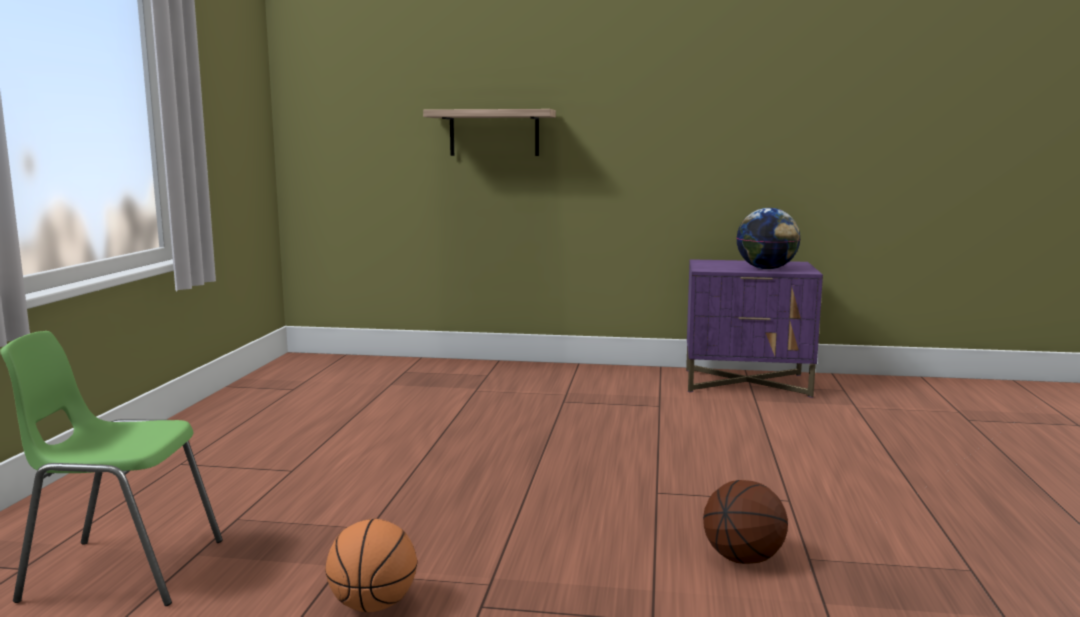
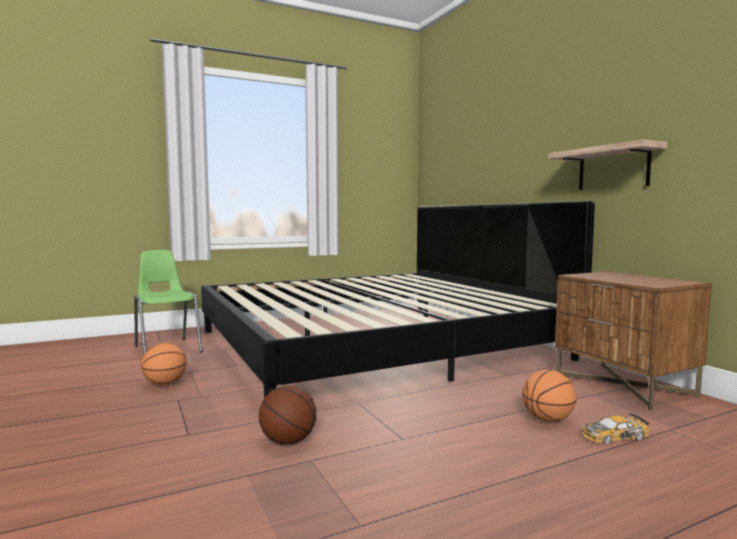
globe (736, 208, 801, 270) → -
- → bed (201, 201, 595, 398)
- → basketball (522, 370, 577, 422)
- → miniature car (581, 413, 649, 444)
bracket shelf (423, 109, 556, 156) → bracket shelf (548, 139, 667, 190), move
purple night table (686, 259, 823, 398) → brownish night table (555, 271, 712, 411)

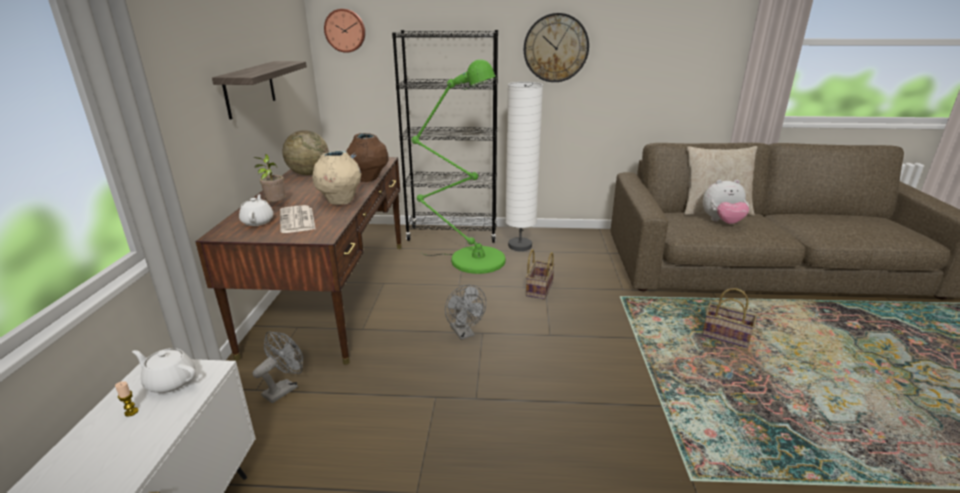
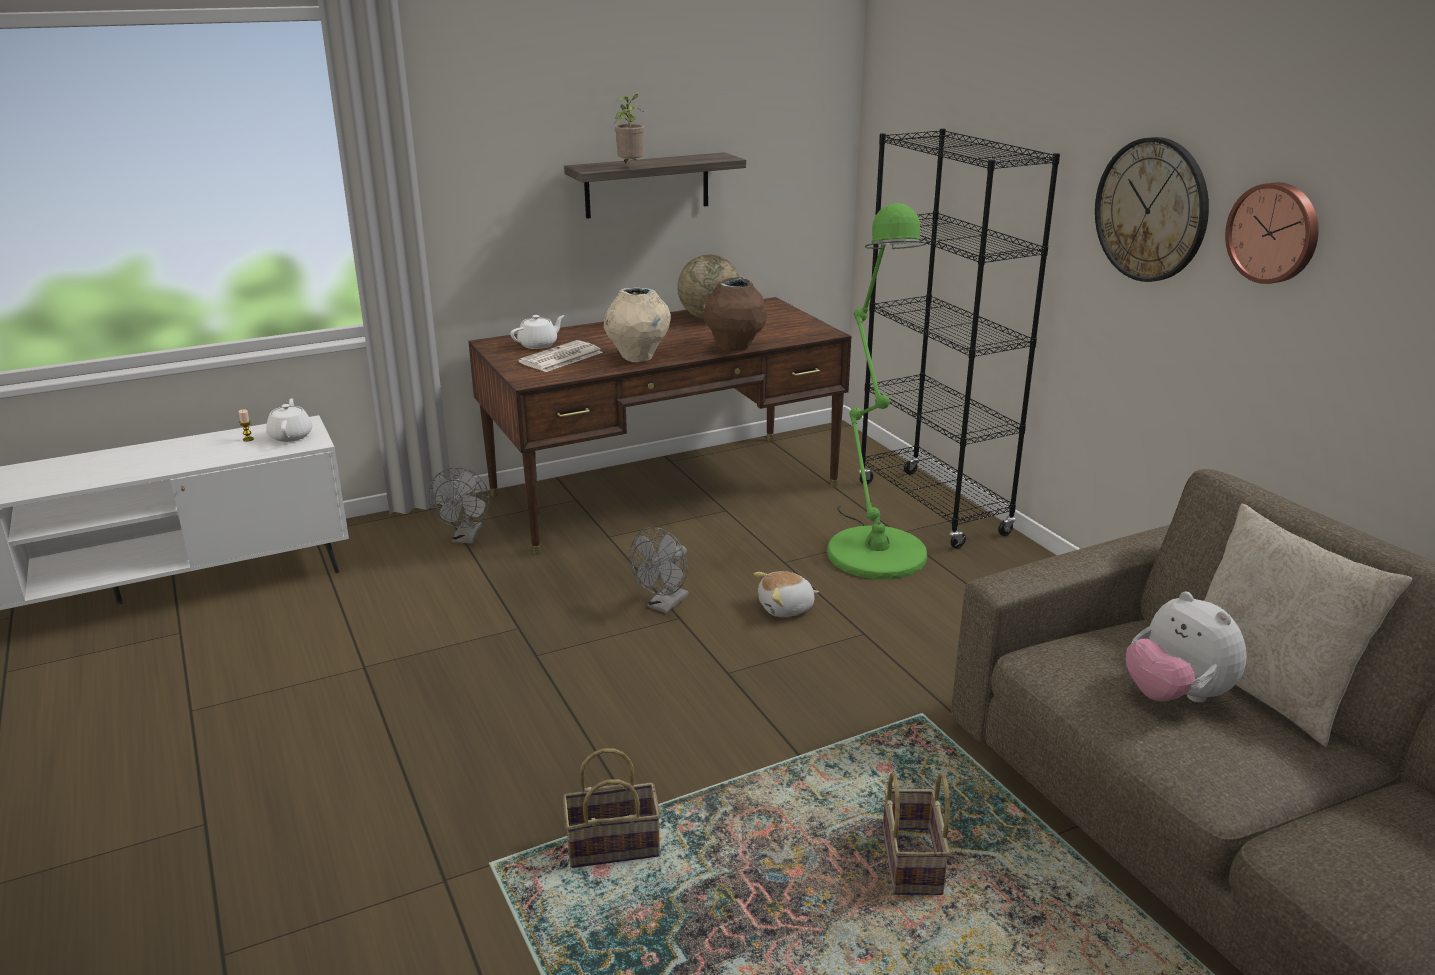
whitish floor lamp (505, 82, 543, 251) → -
- → soft toy (754, 571, 819, 617)
potted plant (253, 154, 285, 202) → potted plant (614, 94, 645, 163), move
wall clock (324, 9, 365, 53) → wall clock (1225, 182, 1319, 284), move
household basket (526, 249, 555, 299) → household basket (563, 748, 660, 868), move
gray cooling fan (252, 331, 303, 403) → gray cooling fan (428, 467, 490, 543), 90 degrees clockwise

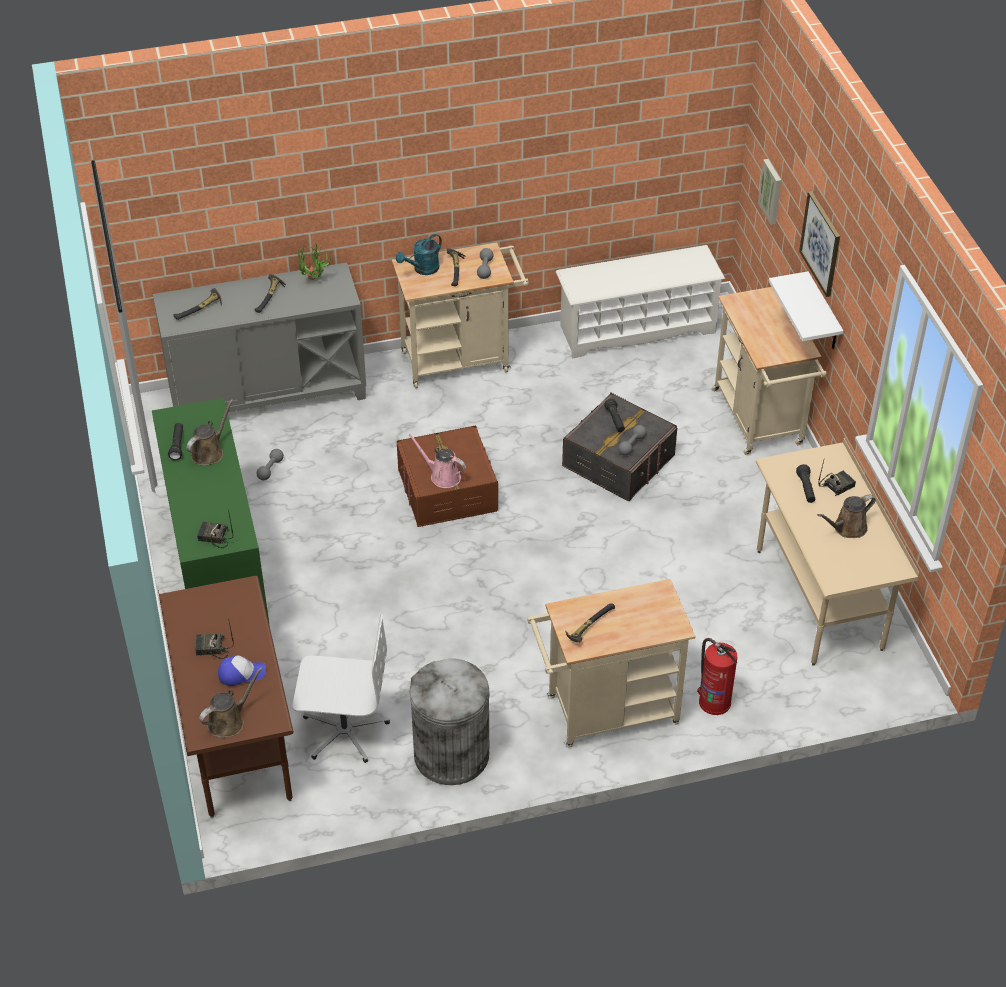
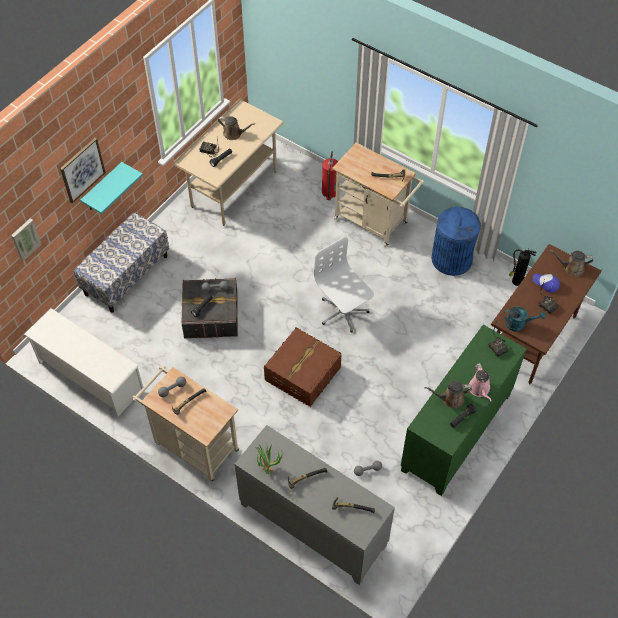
- → fire extinguisher (509, 249, 536, 286)
whitish office chair (293, 614, 390, 763) → whitish office chair (314, 237, 374, 333), move
turquoise sprinkling can (396, 234, 442, 275) → turquoise sprinkling can (504, 306, 546, 332), move
pink sprinkling can (408, 434, 466, 488) → pink sprinkling can (469, 363, 492, 401), move
beige wheeled cart (712, 287, 827, 455) → indoor bench (74, 212, 170, 313)
gray trash can (409, 659, 489, 785) → blue trash can (432, 207, 481, 276)
whitish bracket shelf (769, 271, 843, 349) → turquoise bracket shelf (80, 162, 143, 214)

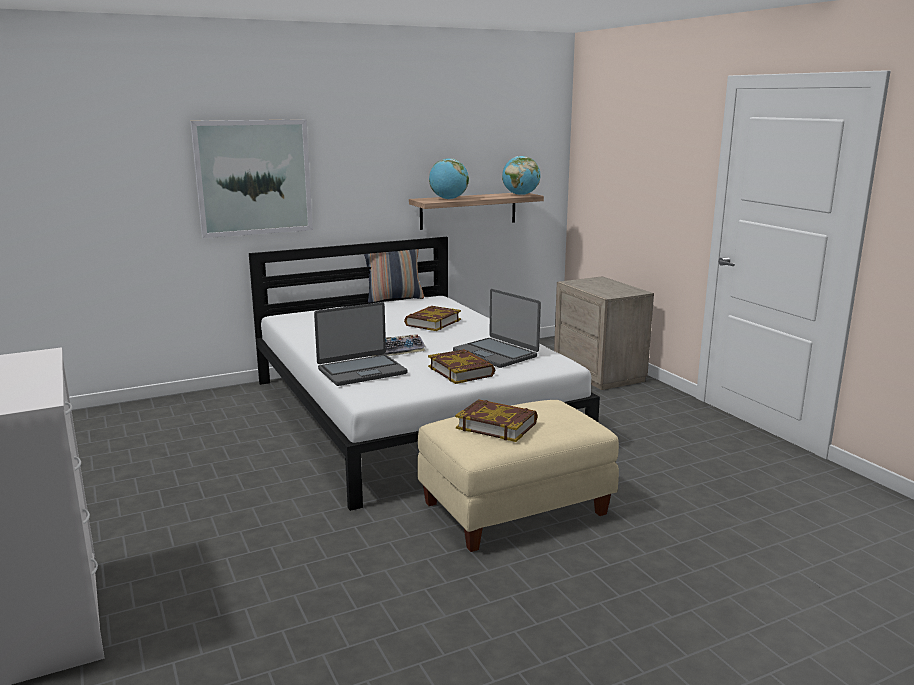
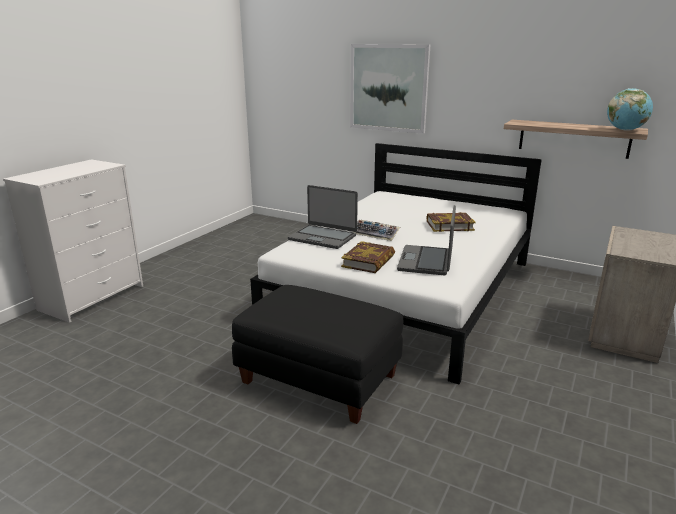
cushion (364, 249, 424, 303) → -
globe (429, 158, 469, 199) → -
bound book (455, 399, 537, 442) → -
beige ottoman (417, 400, 619, 552) → black ottoman (232, 285, 403, 424)

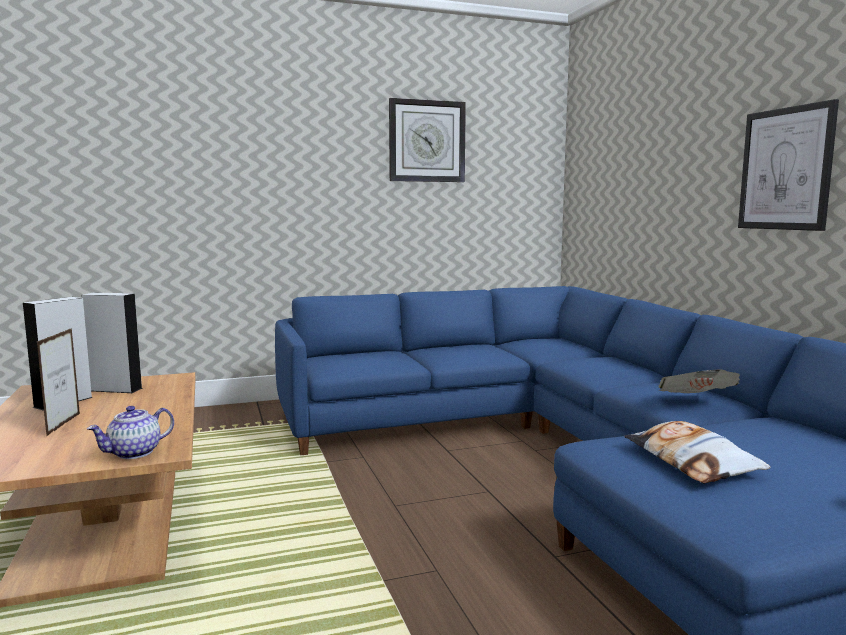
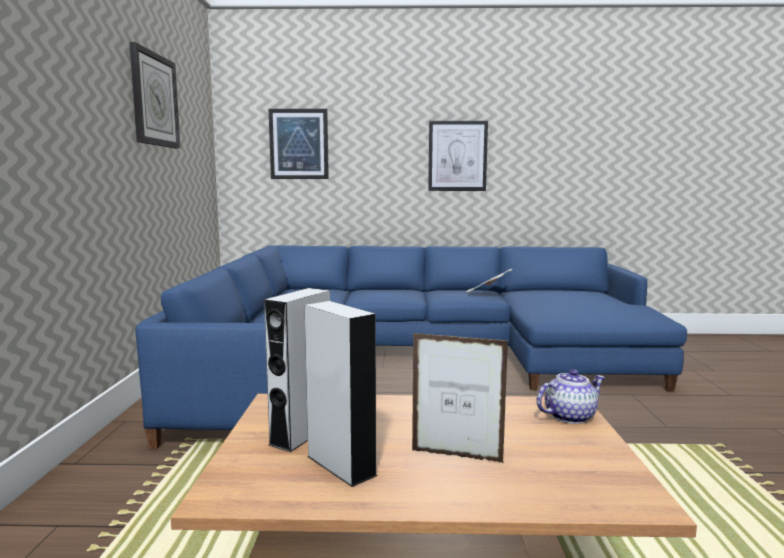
cushion (624, 421, 770, 483) → -
- → wall art (269, 109, 329, 179)
tea pot (87, 406, 174, 459) → tea pot (537, 369, 605, 424), 90 degrees counterclockwise

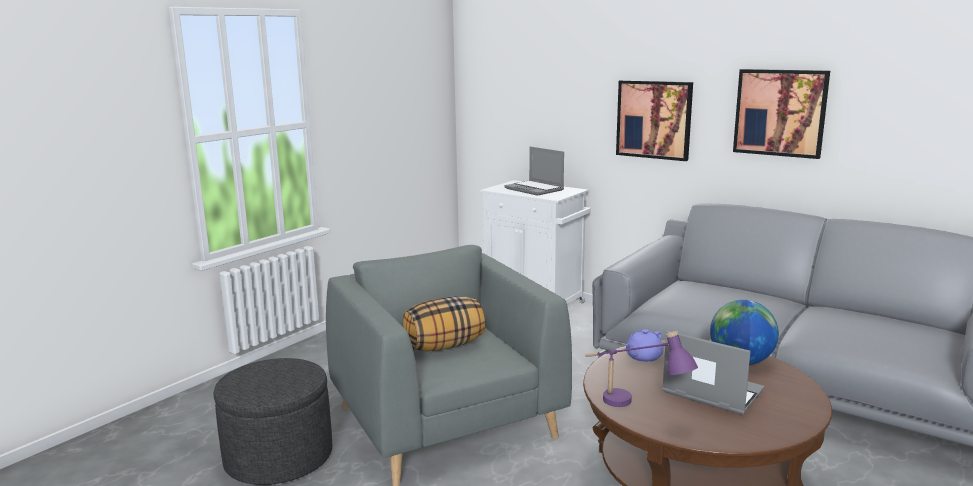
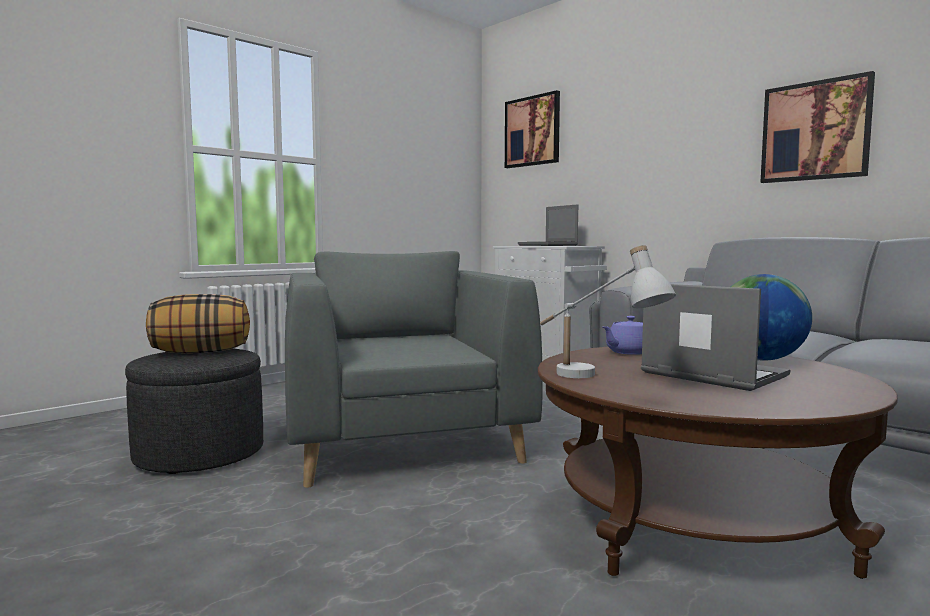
cushion (403, 296, 485, 351) → cushion (146, 294, 250, 353), move
wall art (616, 80, 693, 161) → wall art (505, 90, 560, 168), move
purple lamp for a table (585, 331, 698, 407) → whitish lamp for a table (540, 245, 676, 378)

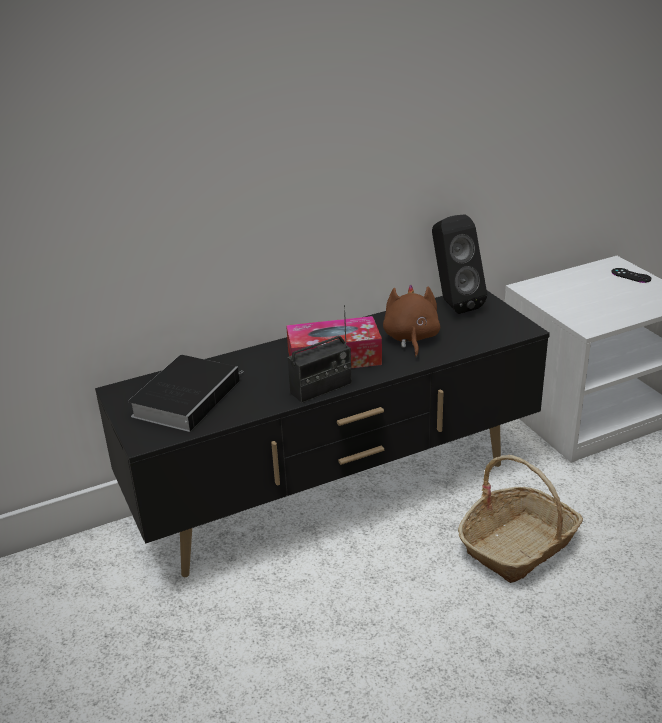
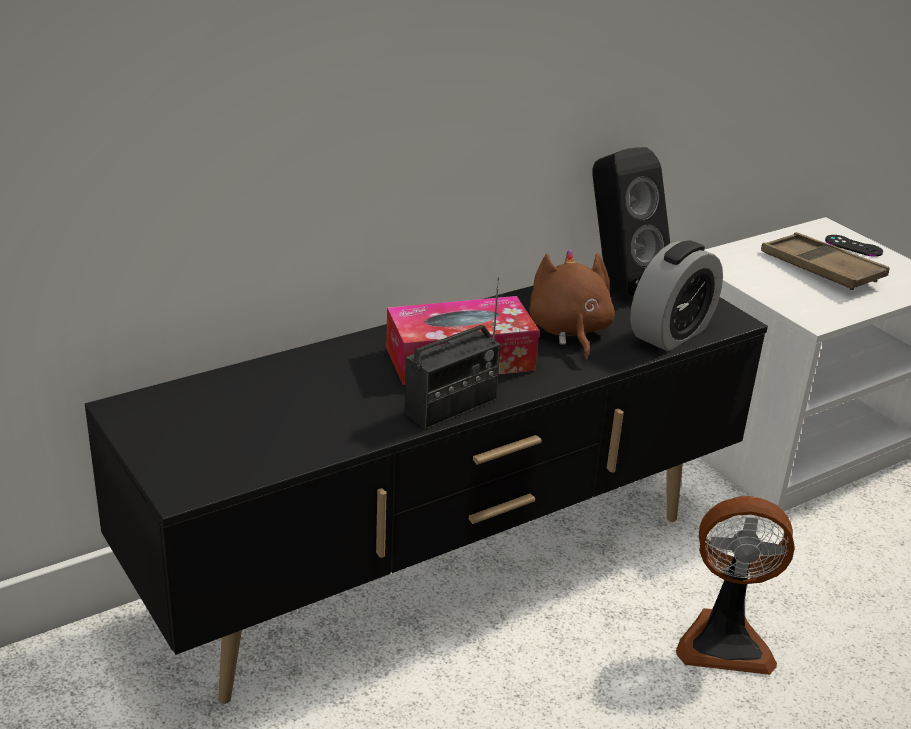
bound book (128, 355, 244, 432) → -
- → alarm clock (630, 240, 723, 351)
- → brownish serving tray (761, 232, 890, 290)
household basket (458, 455, 583, 583) → cooling fan (676, 496, 795, 675)

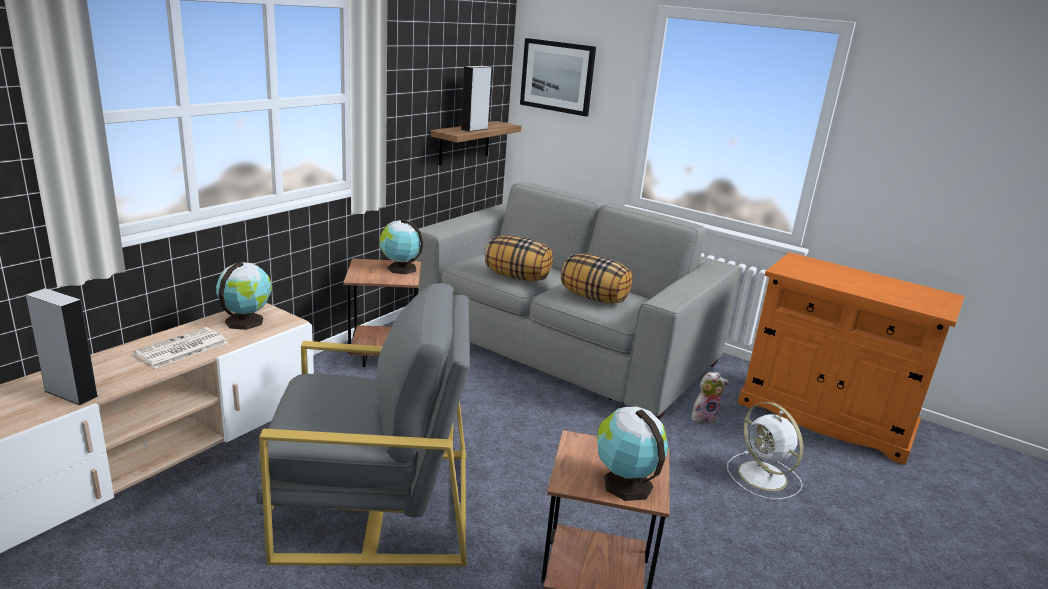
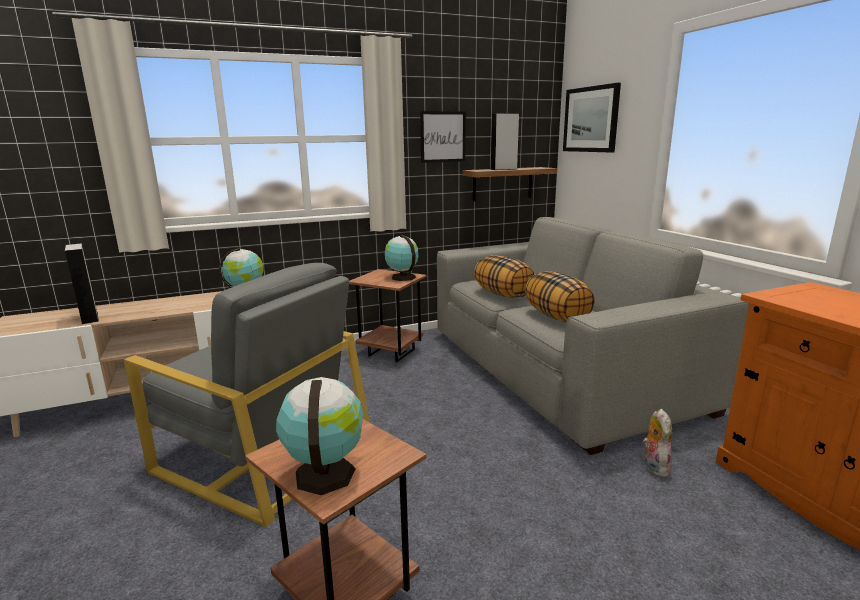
newspaper (133, 327, 228, 369) → -
whitish cooling fan (727, 402, 803, 499) → -
- → wall art (420, 111, 466, 163)
soft toy (692, 372, 729, 424) → soft toy (643, 409, 672, 478), 105 degrees counterclockwise

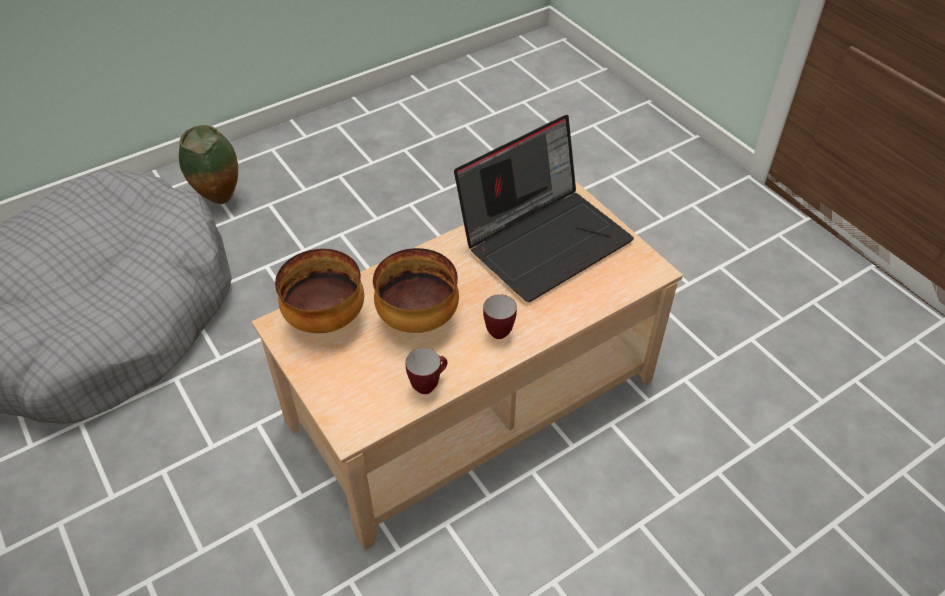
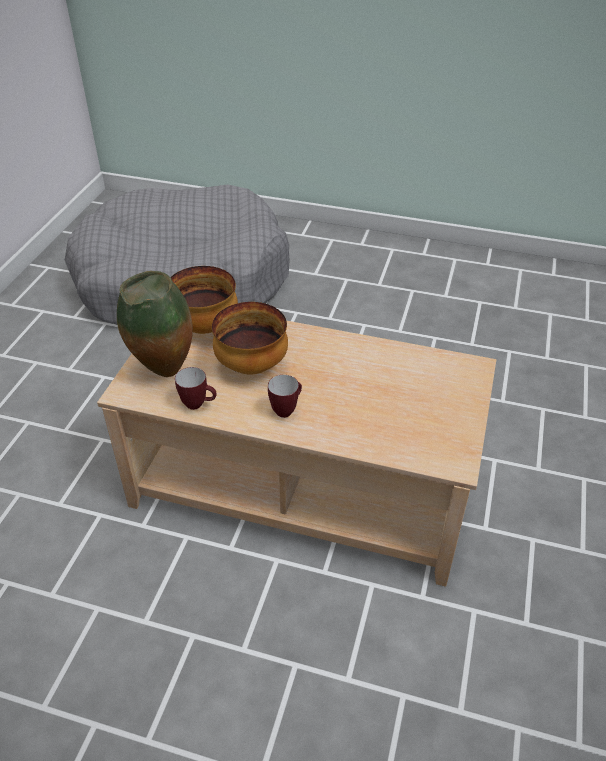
notebook computer (454, 115, 634, 302) → -
flower vase (179, 125, 238, 204) → flower vase (117, 271, 193, 377), move

